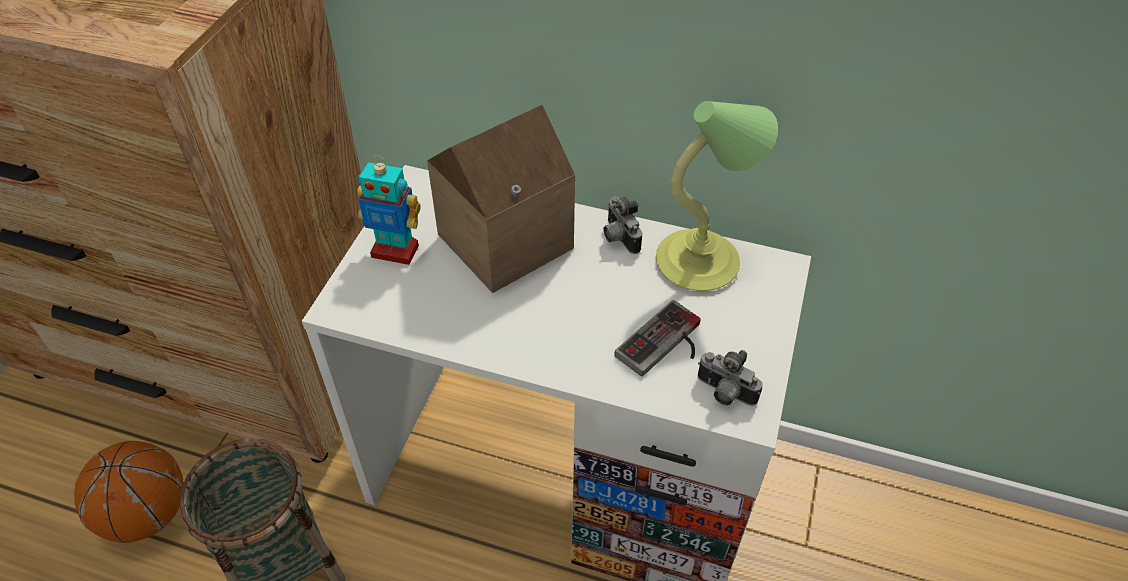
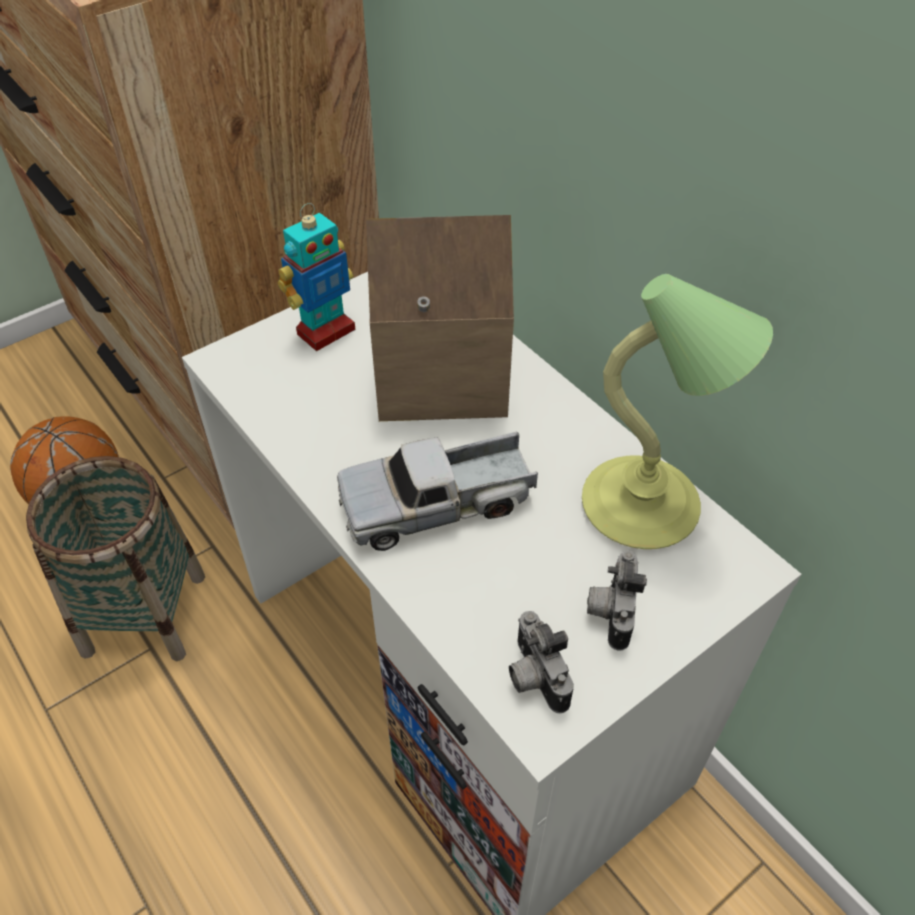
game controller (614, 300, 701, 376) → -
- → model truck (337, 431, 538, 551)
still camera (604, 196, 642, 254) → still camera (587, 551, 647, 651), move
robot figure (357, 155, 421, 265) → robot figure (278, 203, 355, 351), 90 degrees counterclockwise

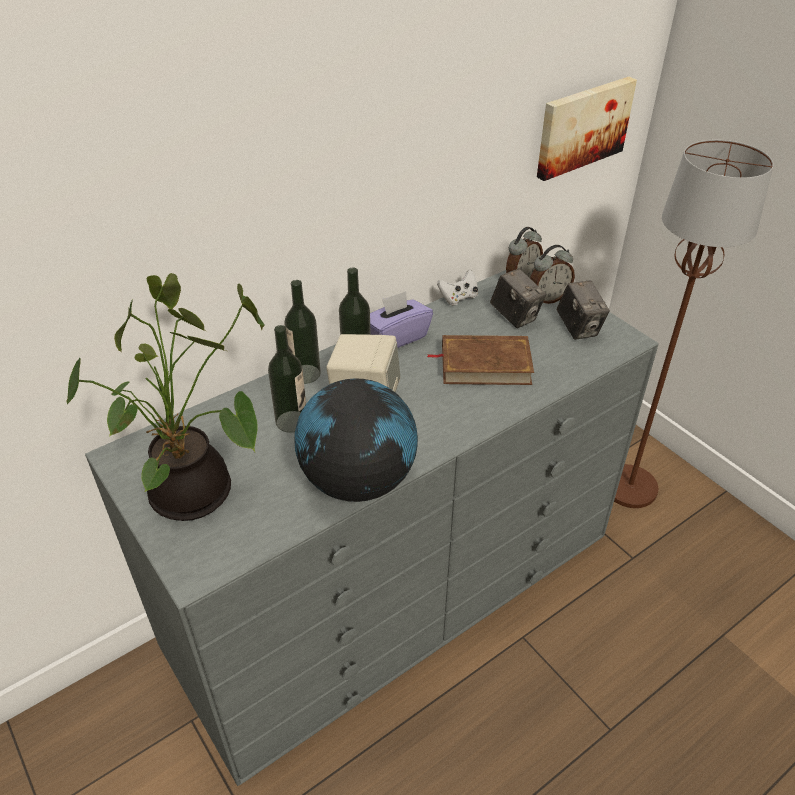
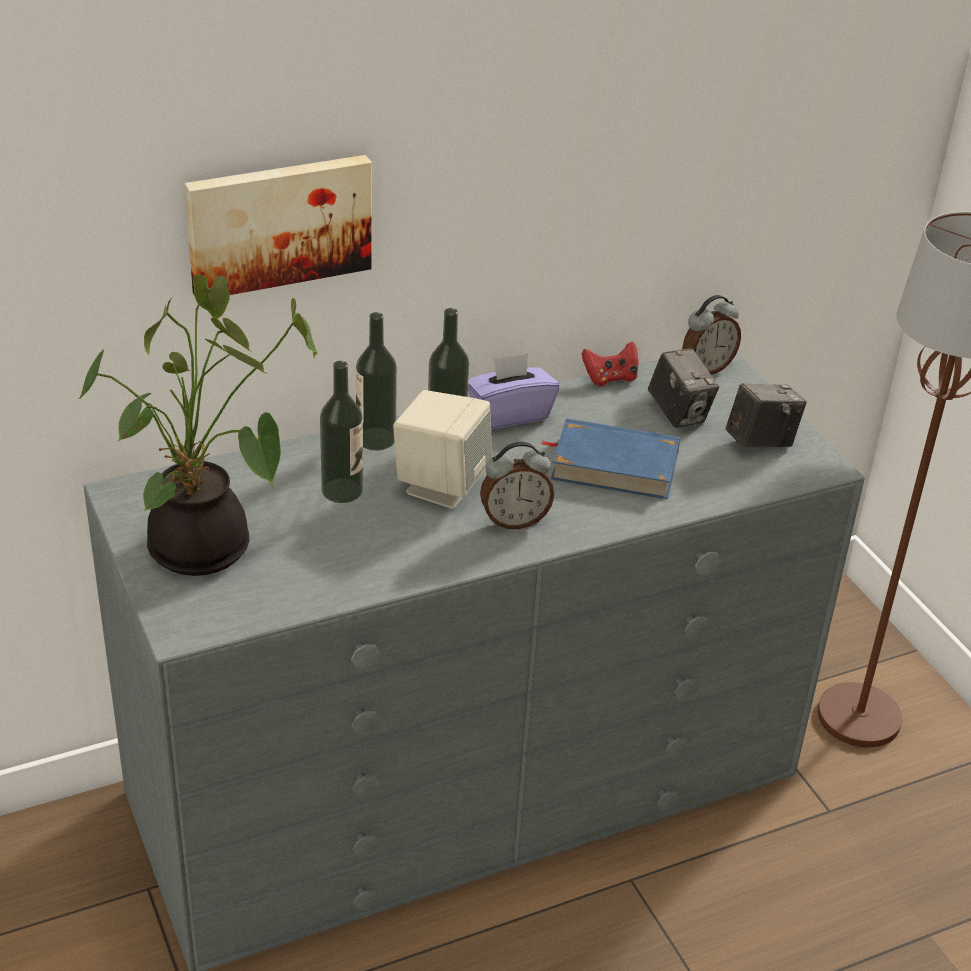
globe (295, 378, 418, 502) → -
alarm clock (530, 245, 575, 304) → alarm clock (480, 442, 554, 529), move
wall art (537, 77, 637, 181) → wall art (184, 155, 372, 295), move
brownish bound book (427, 335, 534, 385) → blue bound book (540, 418, 680, 499)
whitish game controller (437, 269, 478, 305) → reddish game controller (582, 341, 639, 386)
still camera (556, 280, 610, 340) → still camera (726, 383, 807, 448), 105 degrees counterclockwise

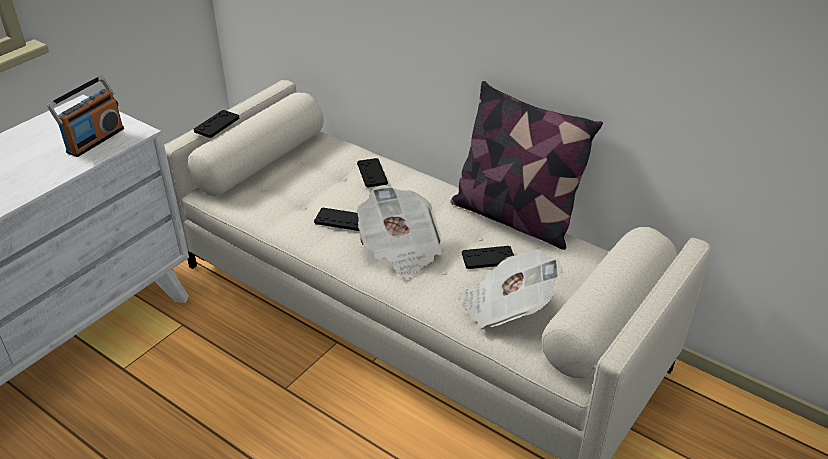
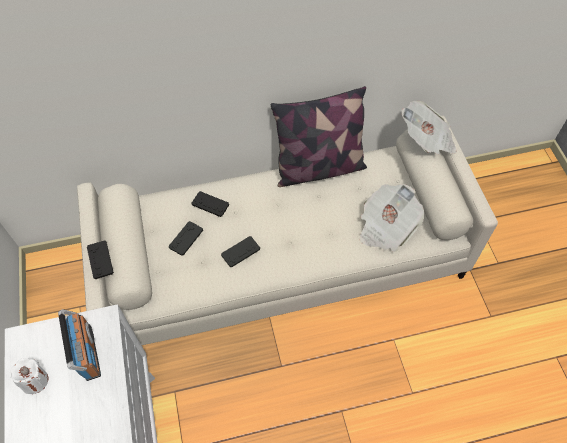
- → whitish candle (11, 358, 48, 394)
newspaper (357, 185, 444, 279) → newspaper (401, 101, 457, 155), move
black game controller (462, 246, 514, 269) → black game controller (169, 221, 203, 256), move

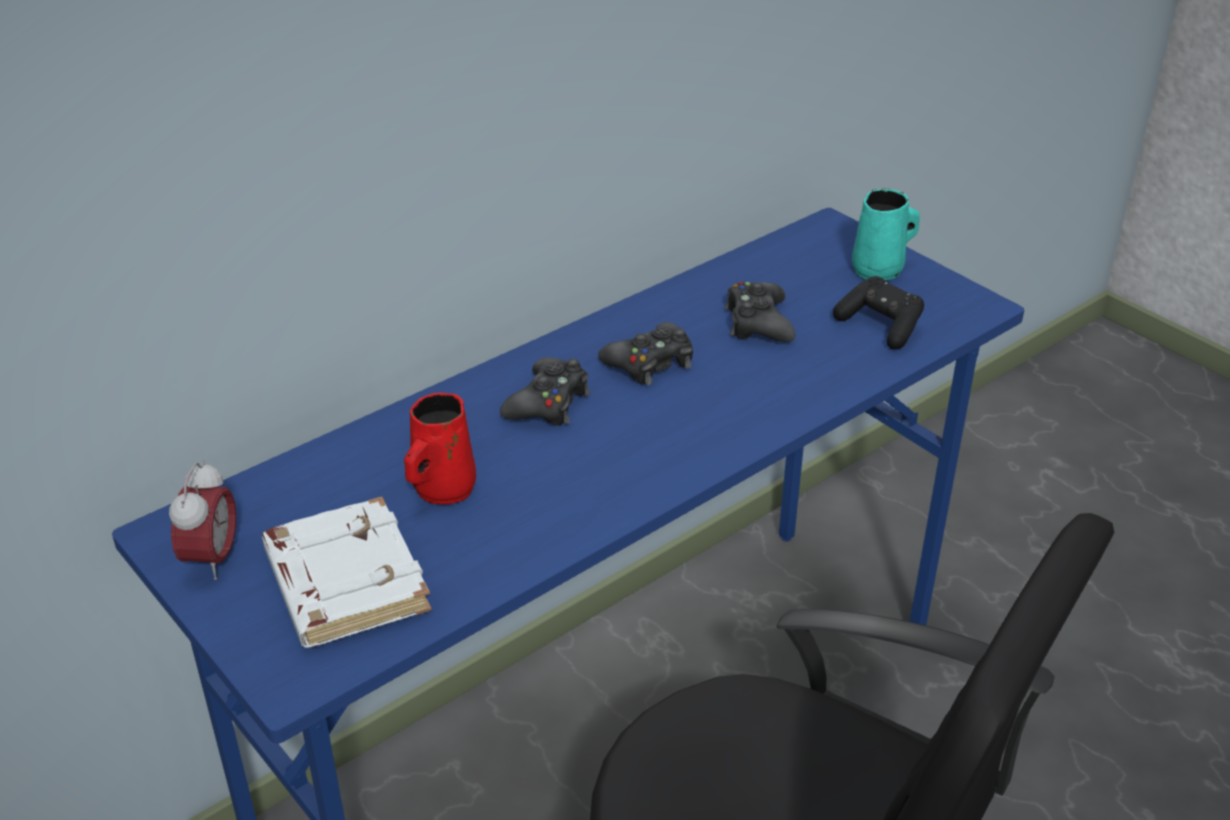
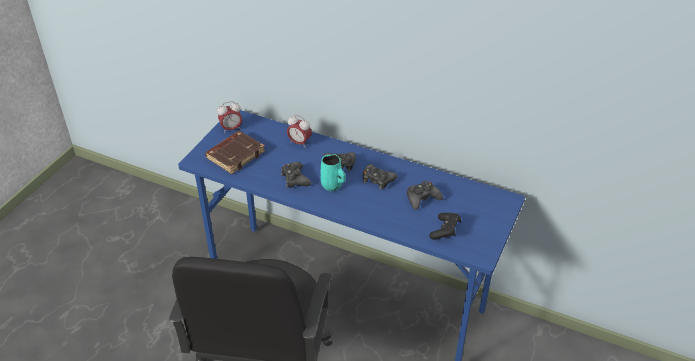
reddish coffee mug (404, 393, 476, 504) → -
- → black game controller (281, 162, 311, 188)
- → alarm clock (287, 115, 312, 148)
turquoise coffee mug (852, 189, 920, 280) → turquoise coffee mug (320, 154, 346, 191), move
whitish bound book (262, 496, 432, 648) → brownish bound book (205, 131, 265, 174)

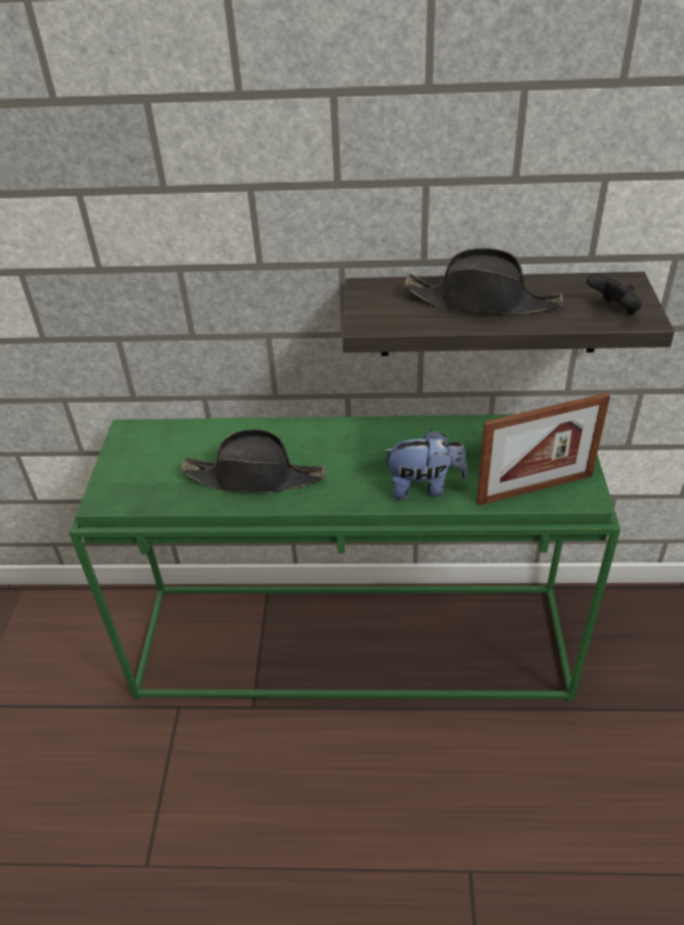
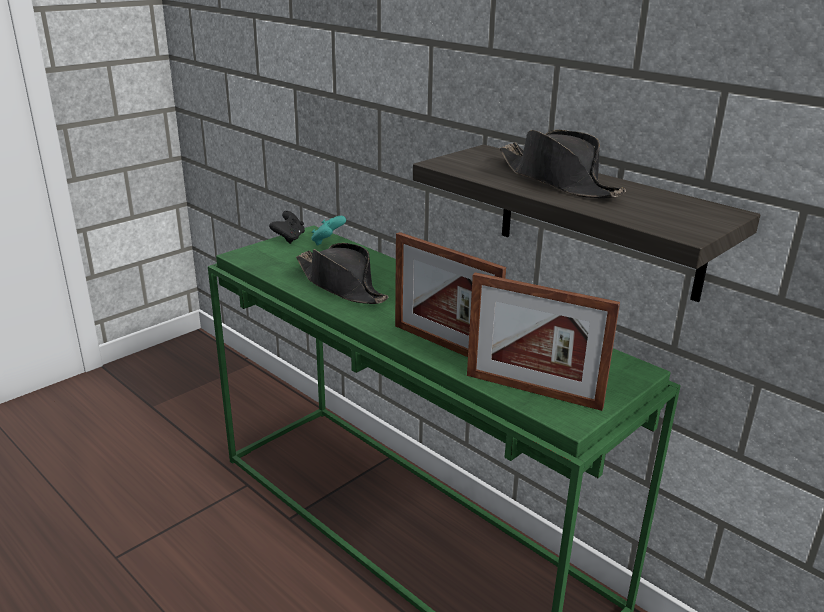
- → turquoise game controller (311, 216, 346, 246)
black game controller (586, 274, 642, 315) → black game controller (269, 211, 305, 244), move
soft toy (382, 429, 468, 500) → picture frame (395, 232, 506, 357)

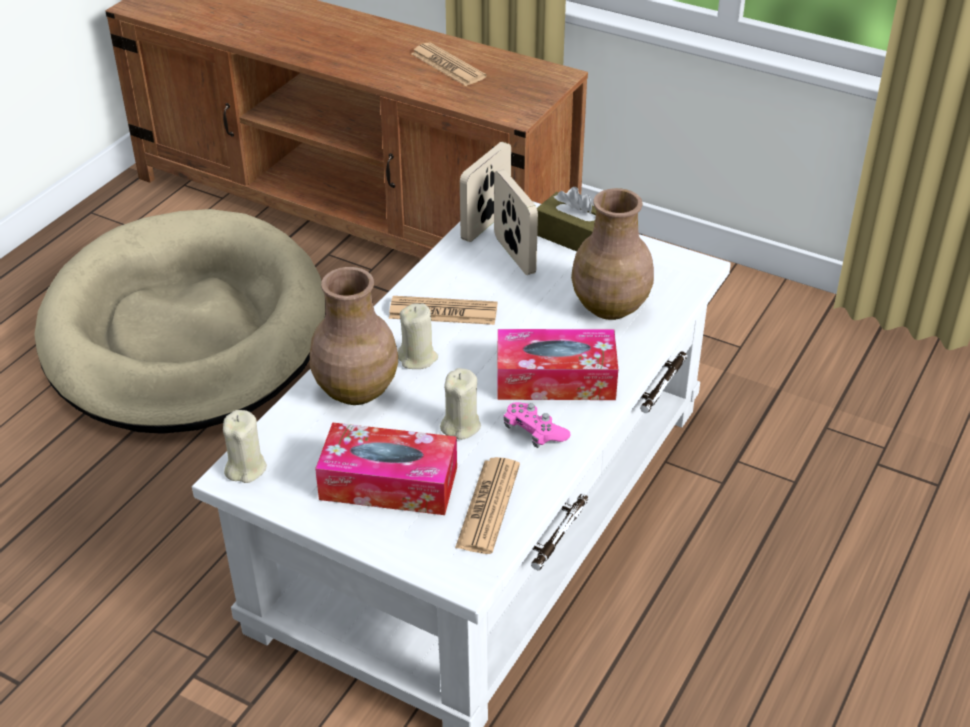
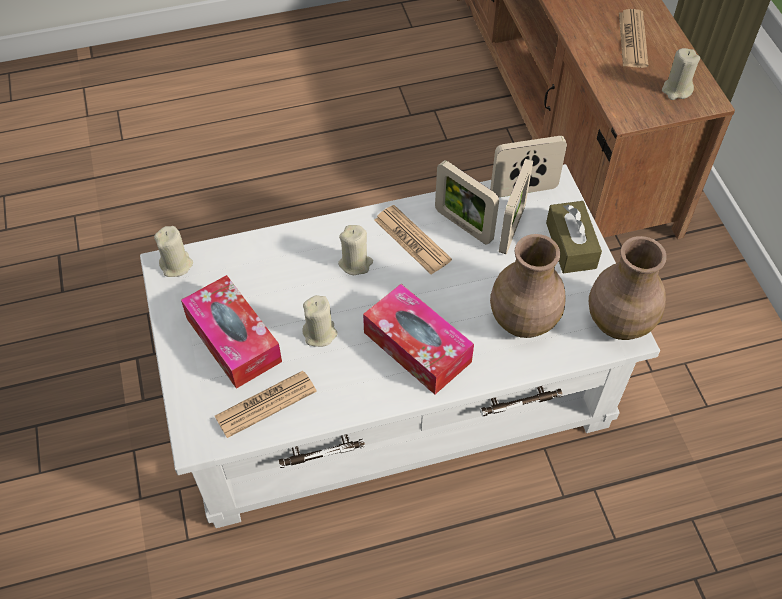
beige pet bed (34, 209, 326, 434) → -
pink game controller (504, 402, 571, 448) → -
- → picture frame (435, 160, 499, 245)
- → beige candle (662, 48, 700, 100)
brownish flower vase (310, 267, 398, 405) → brownish flower vase (589, 236, 666, 340), move

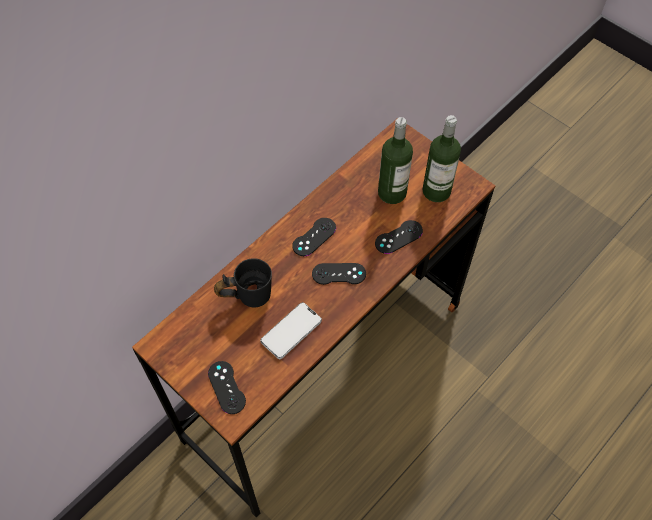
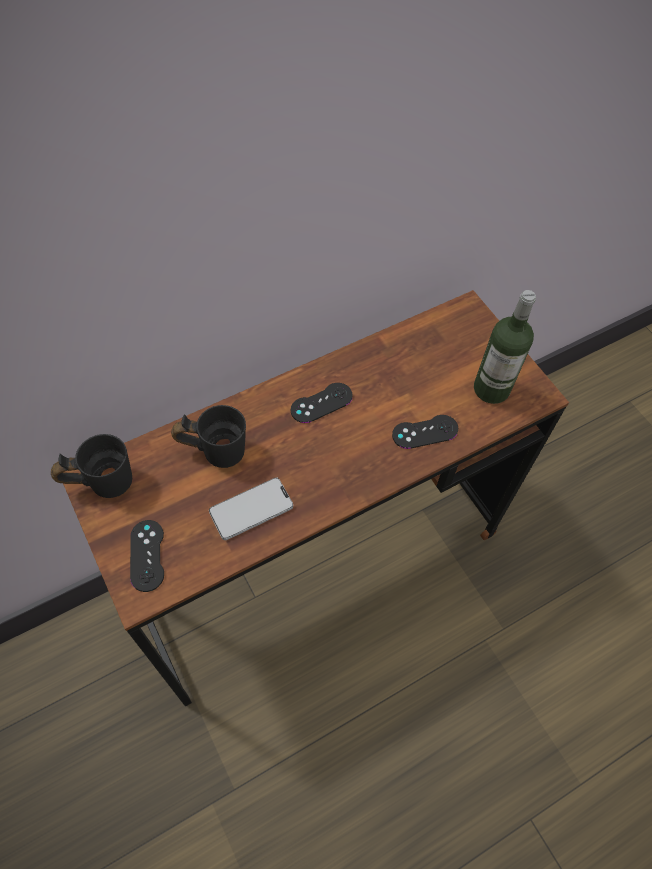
black game controller (312, 263, 366, 285) → -
beverage bottle (378, 117, 413, 204) → -
- → black coffee mug (51, 434, 132, 498)

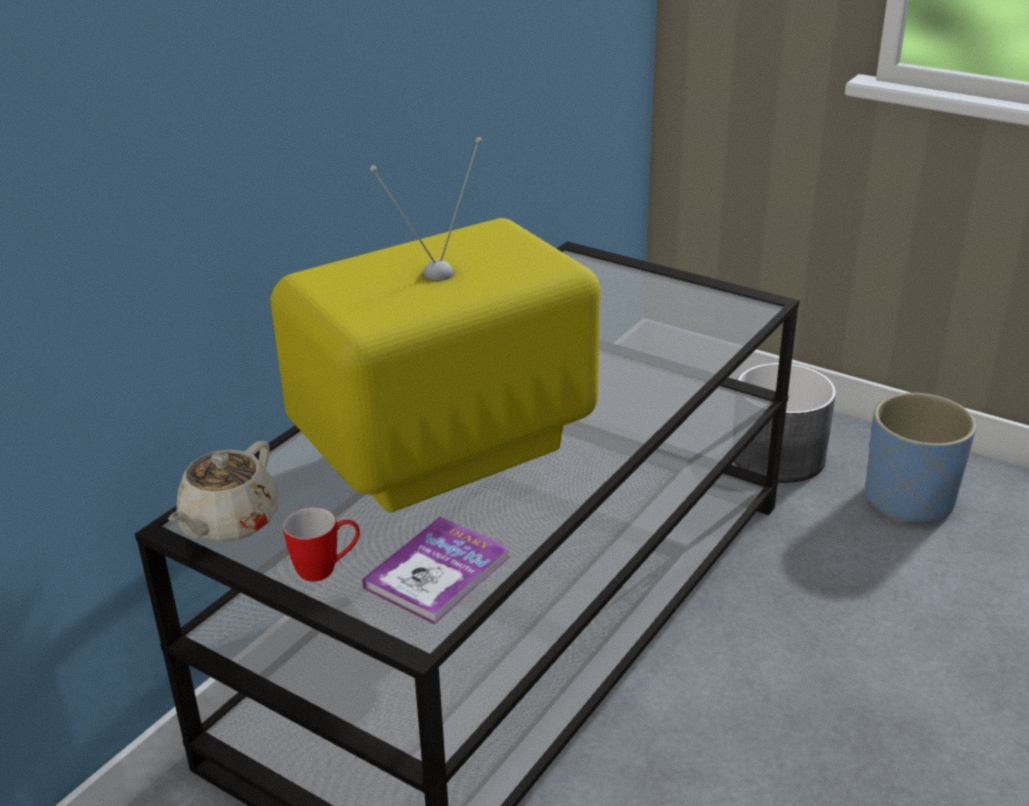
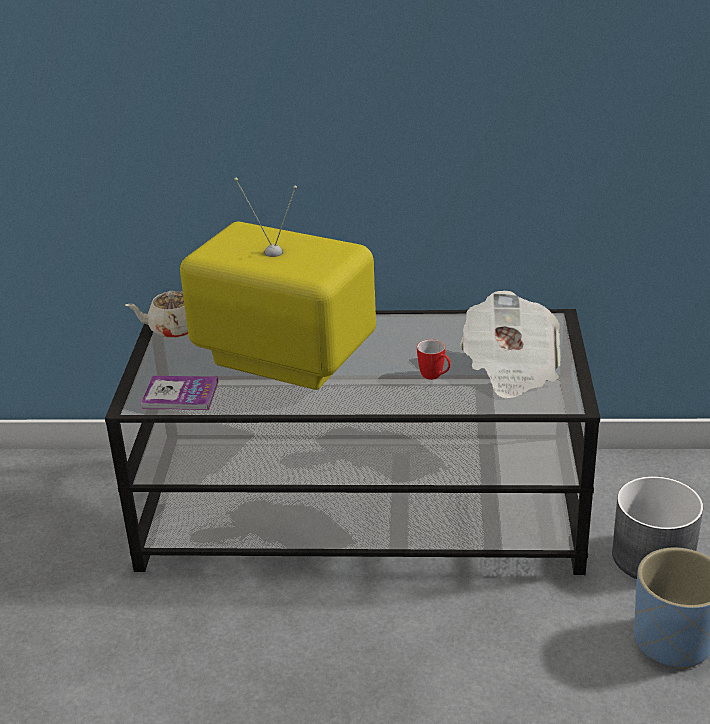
- → newspaper (460, 291, 561, 399)
coffee mug (283, 507, 360, 582) → coffee mug (417, 339, 451, 380), move

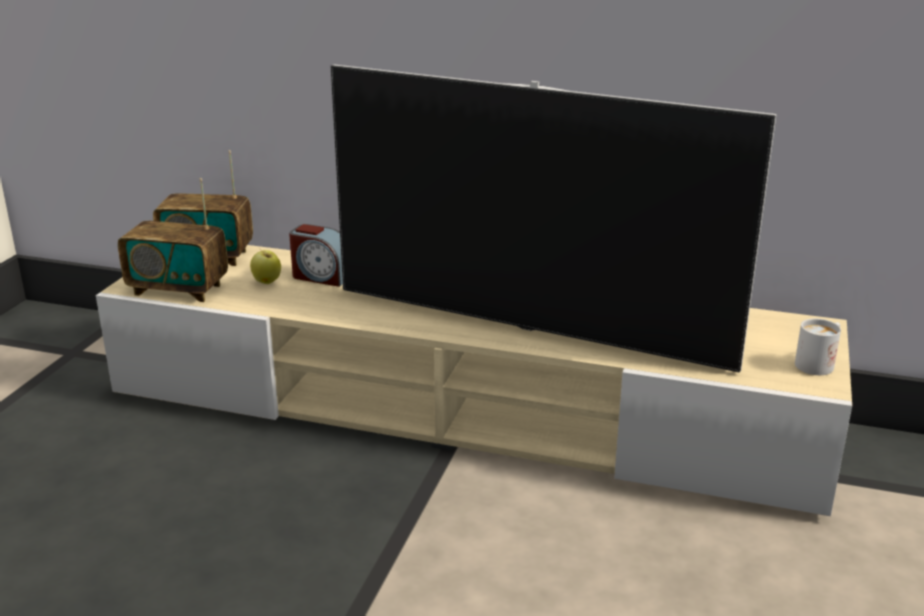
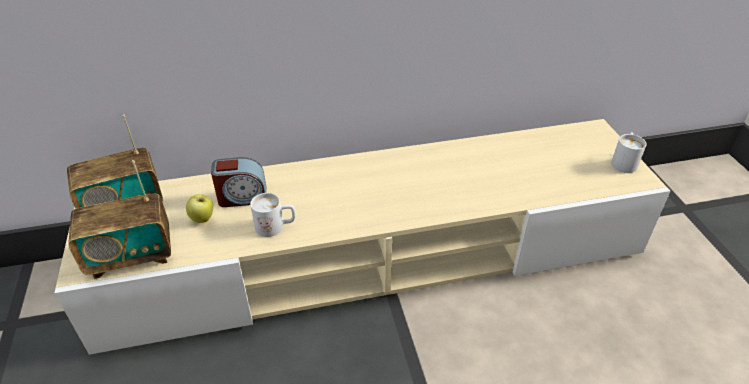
television (330, 64, 776, 373) → -
- → whitish coffee mug (250, 193, 296, 237)

